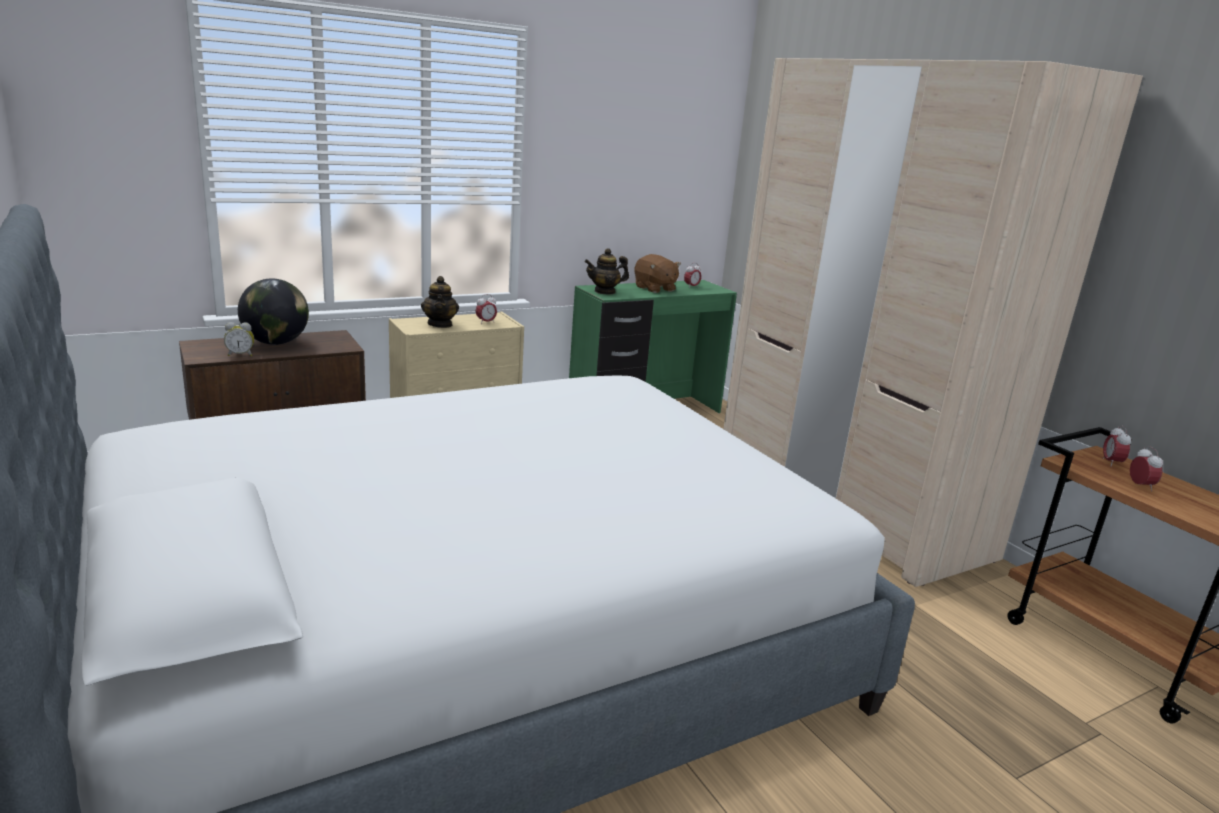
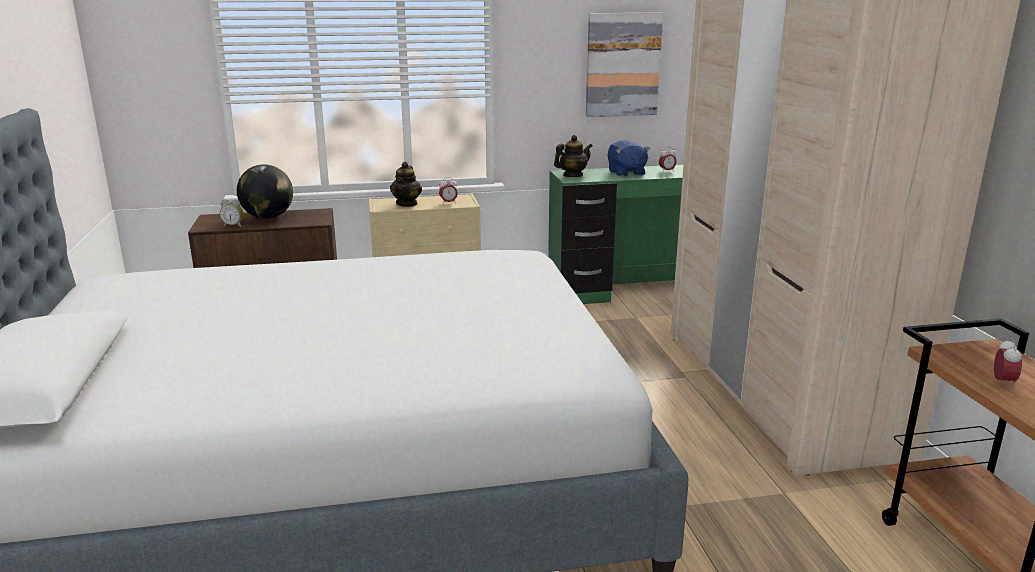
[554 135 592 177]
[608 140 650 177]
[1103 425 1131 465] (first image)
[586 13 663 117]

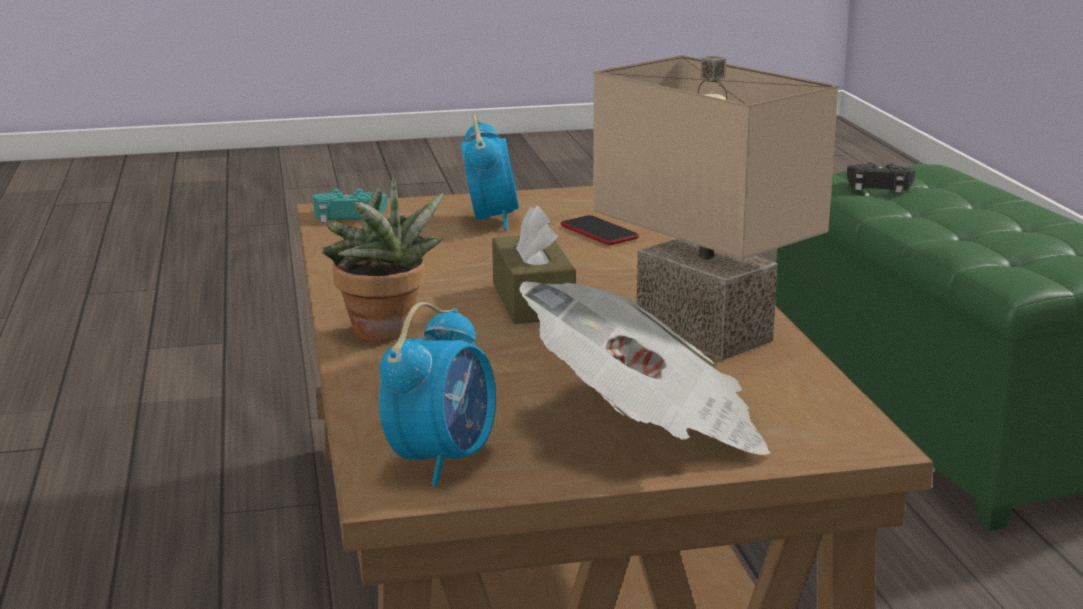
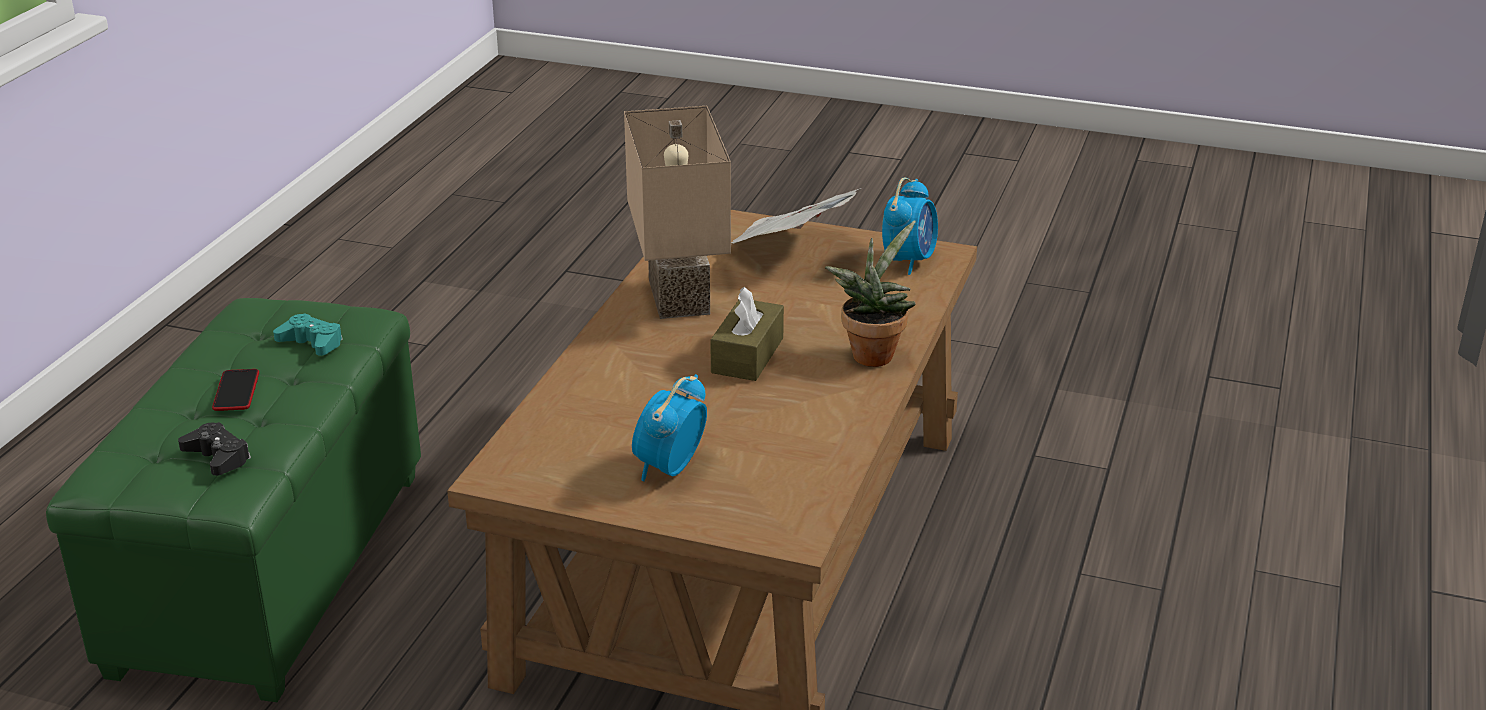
[273 313 343 356]
[882 177 938 275]
[212 369 259 411]

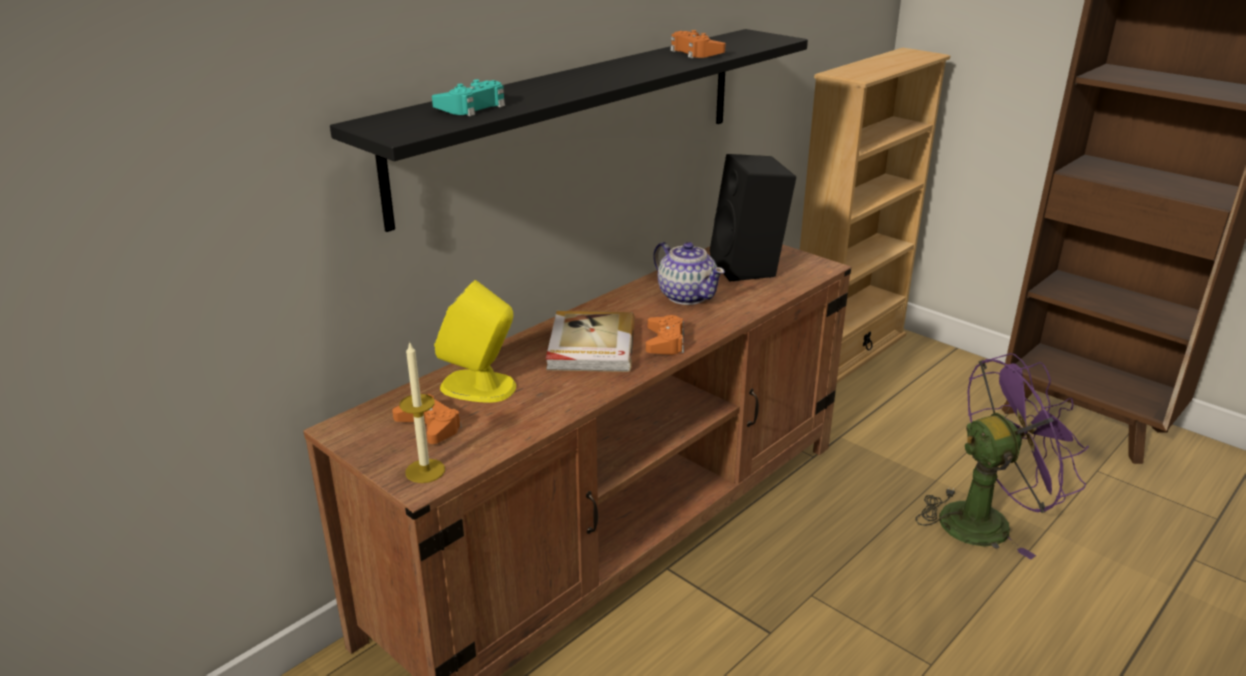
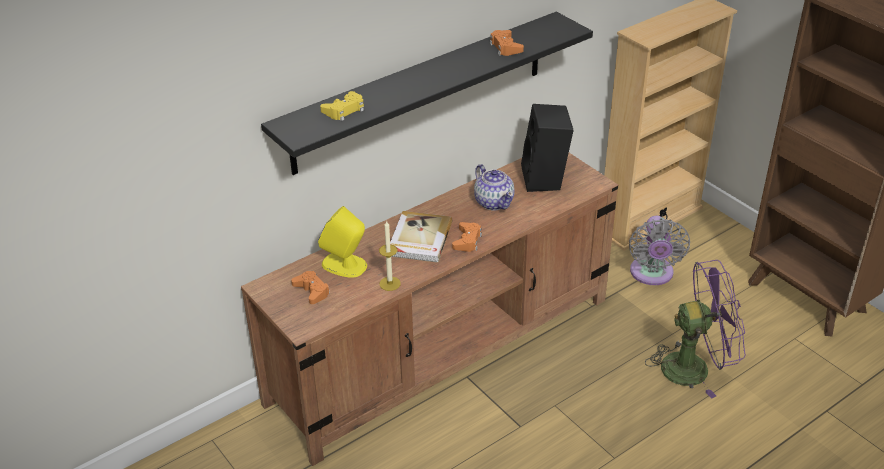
[379 220 401 291]
[320 91 364 121]
[629 216 690 285]

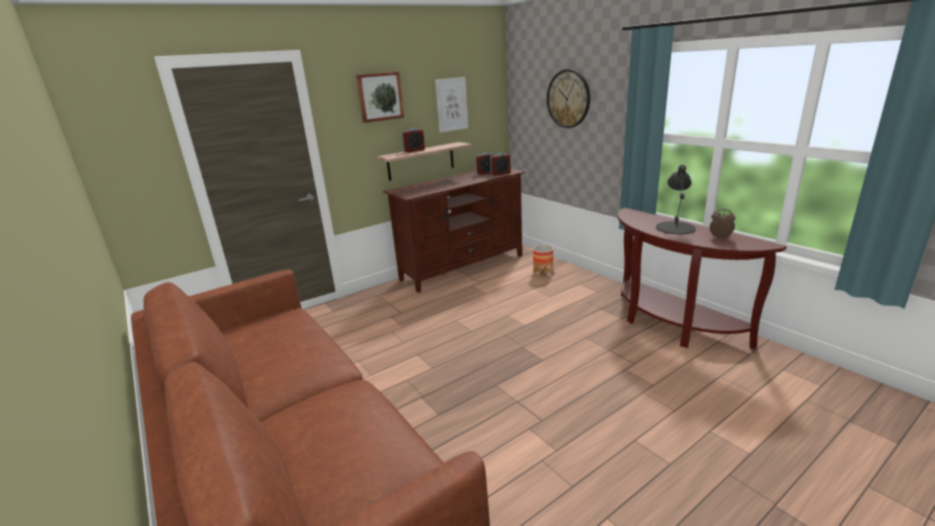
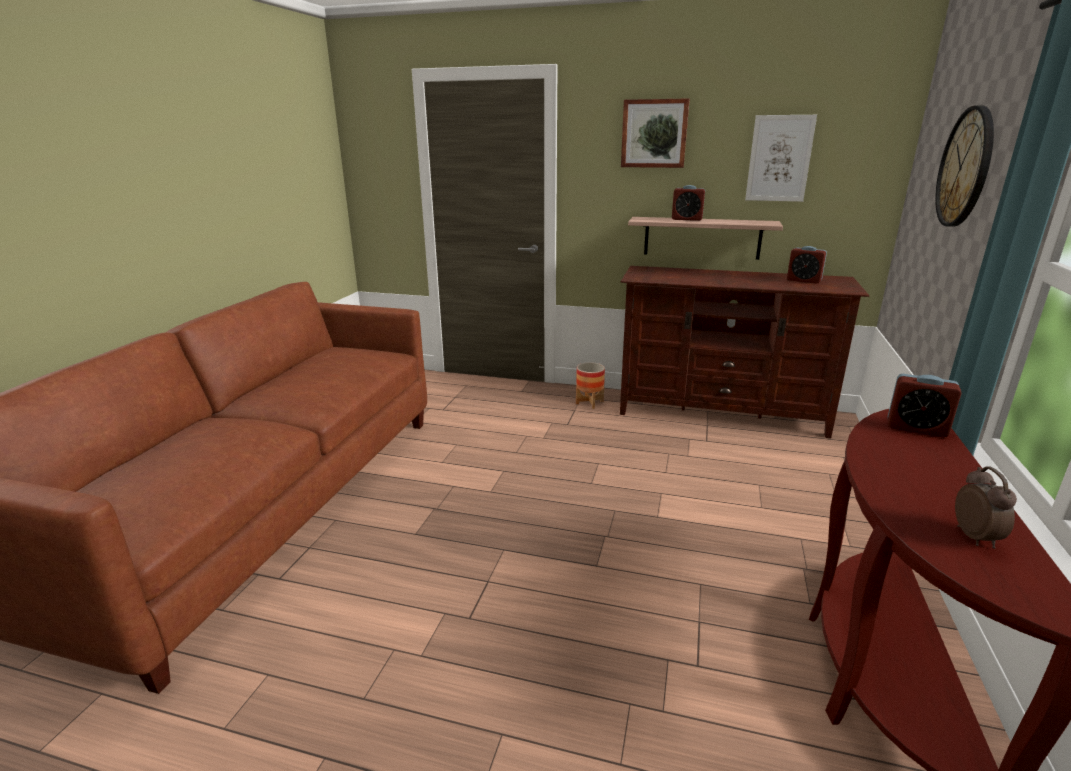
[888 374 962 438]
[576 362 605 409]
[656 165 696 235] (first image)

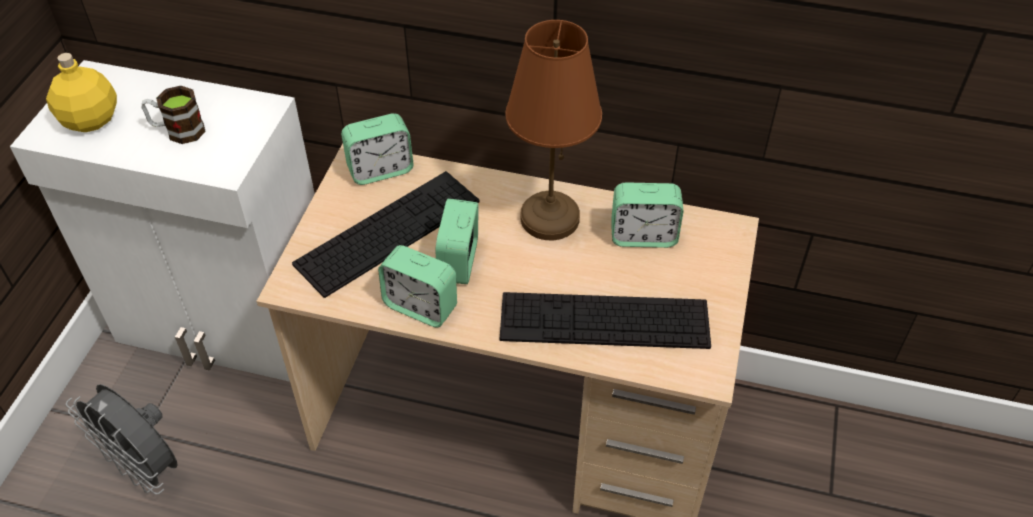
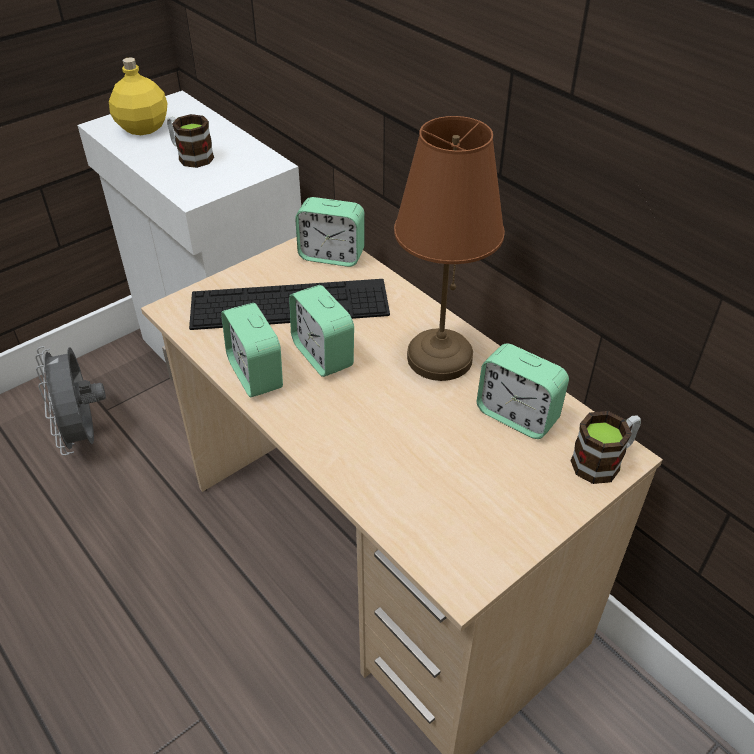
[289 285 354 377]
[500 292 711 349] (first image)
[570 411 641 484]

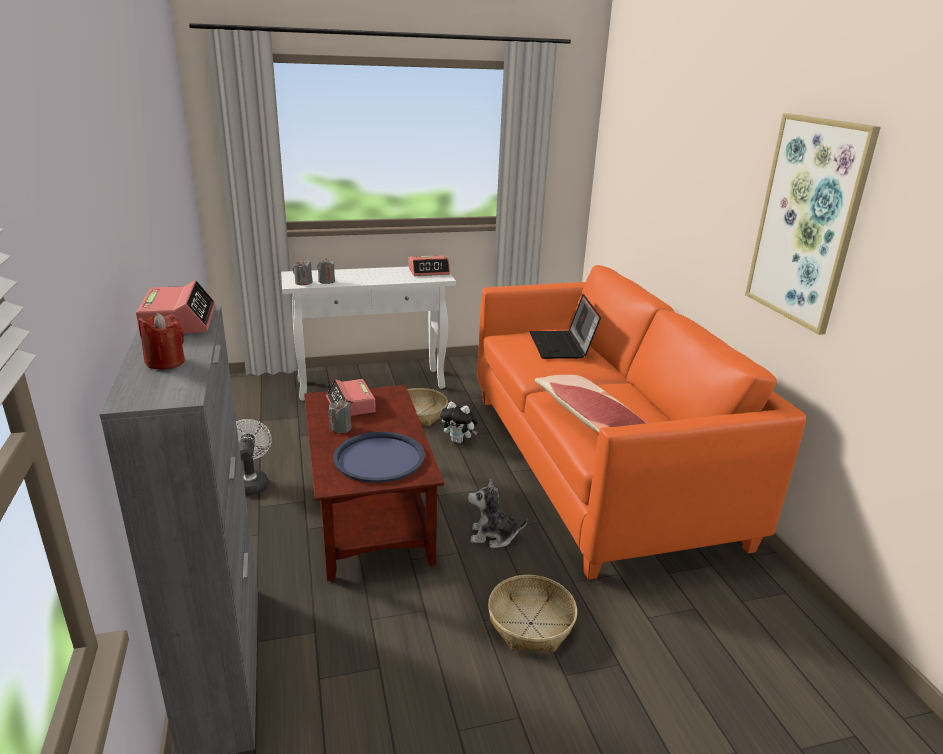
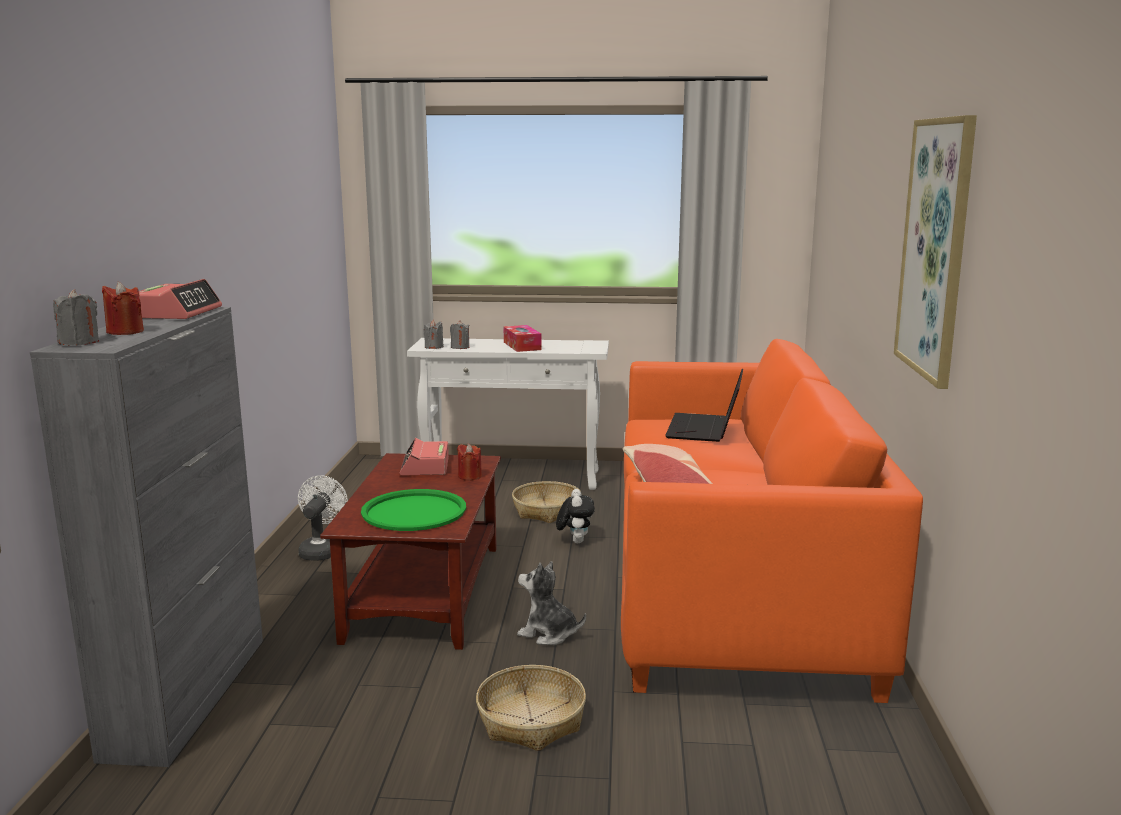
[53 289 99 346]
[361 489 466 531]
[409 255 450 276] (first image)
[556 489 595 543]
[457 444 482 481]
[504 325 541 352]

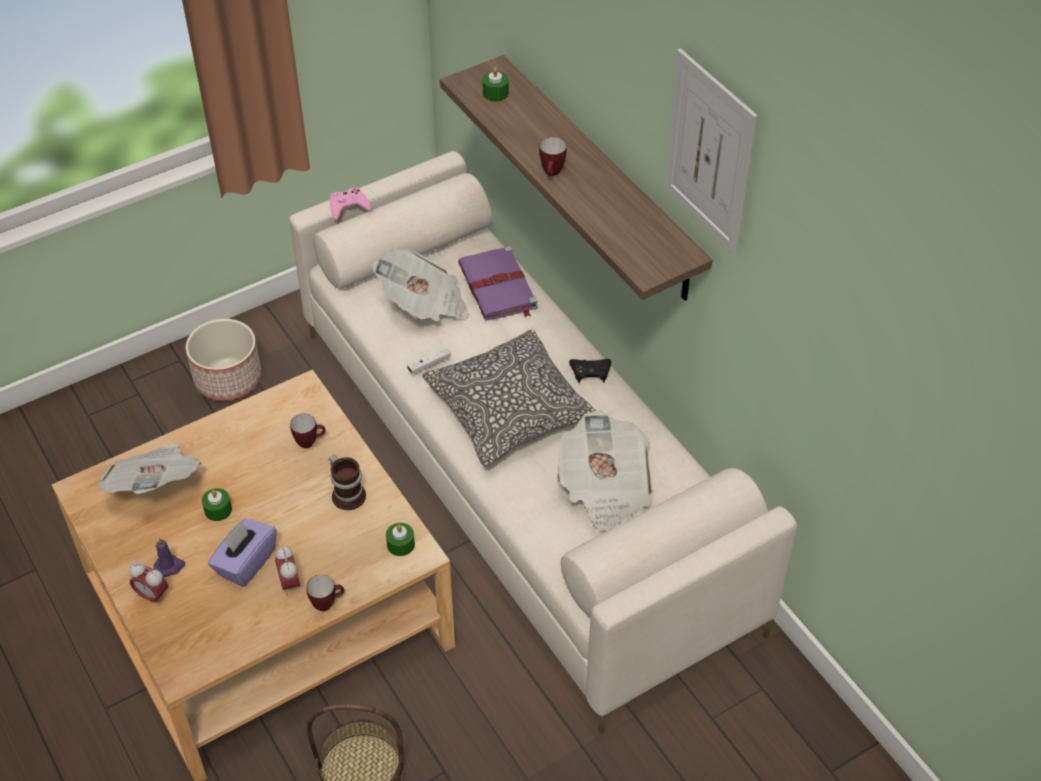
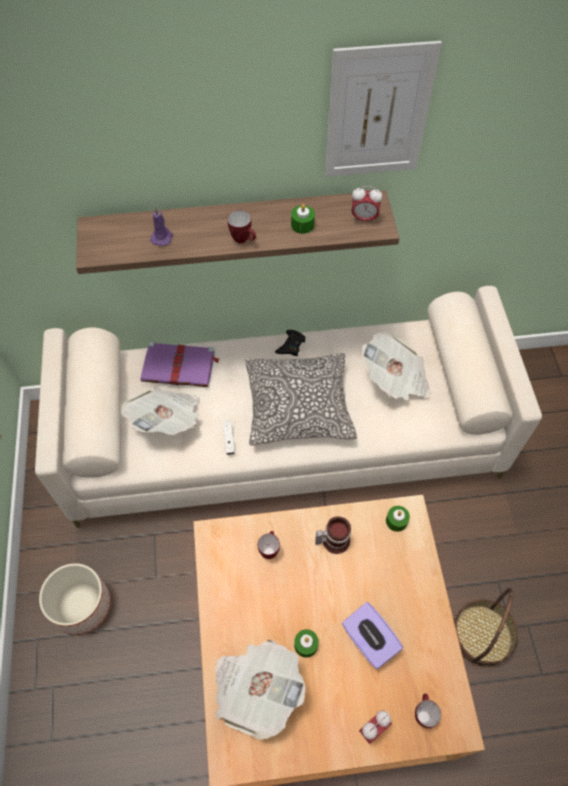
[150 207 173 246]
[351 186 382 223]
[415 694 441 728]
[330 187 371 220] (first image)
[291 204 315 234]

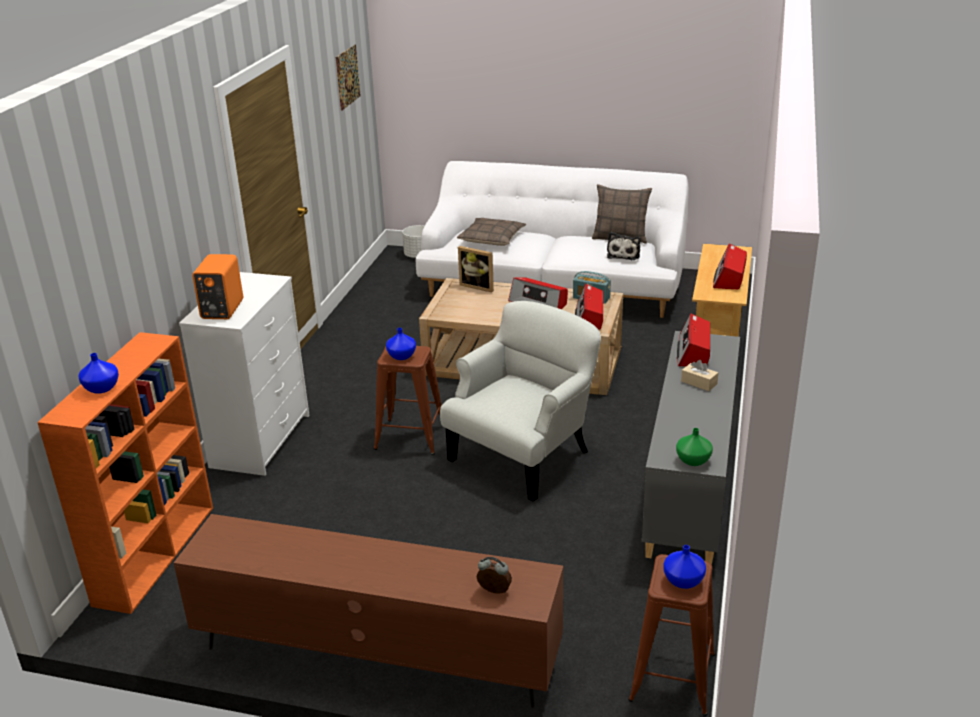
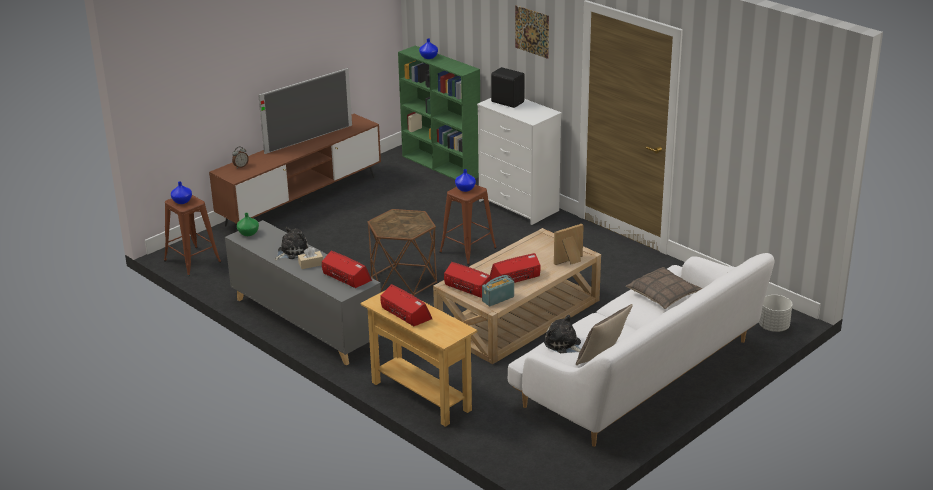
[398 46 480 180]
[491 67 525 108]
[515 5 549 59]
[367 209 437 296]
[258 68 352 154]
[274 227 308 260]

